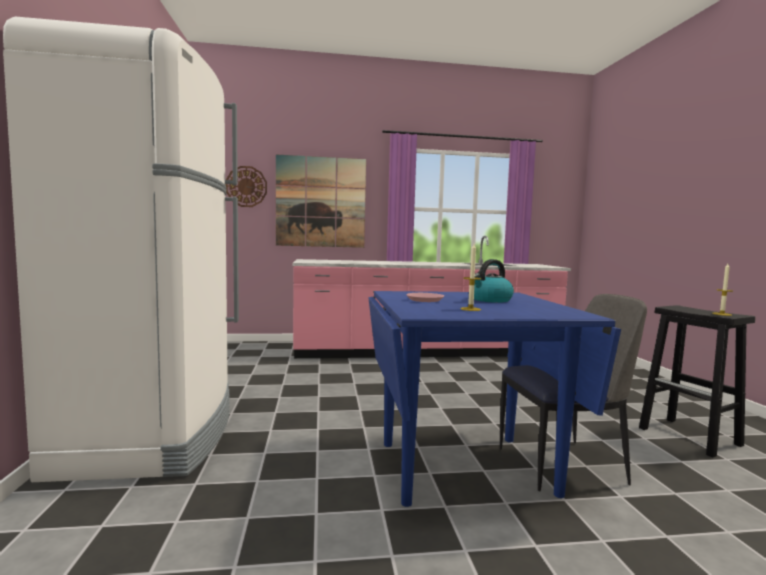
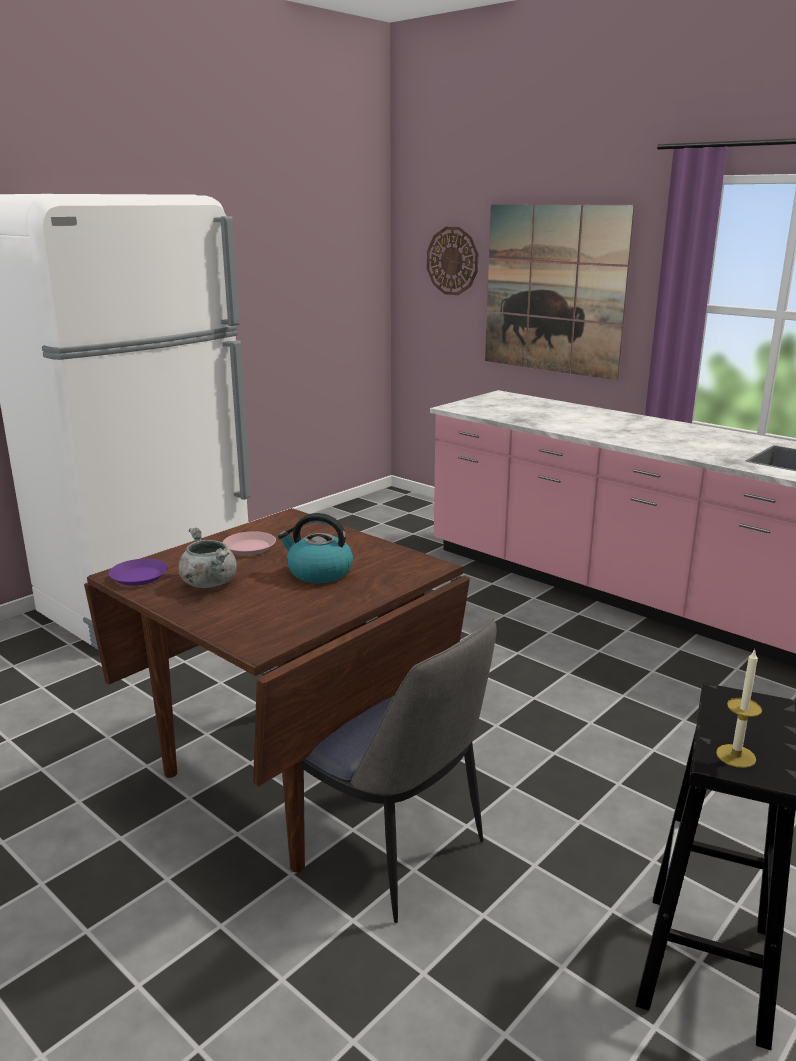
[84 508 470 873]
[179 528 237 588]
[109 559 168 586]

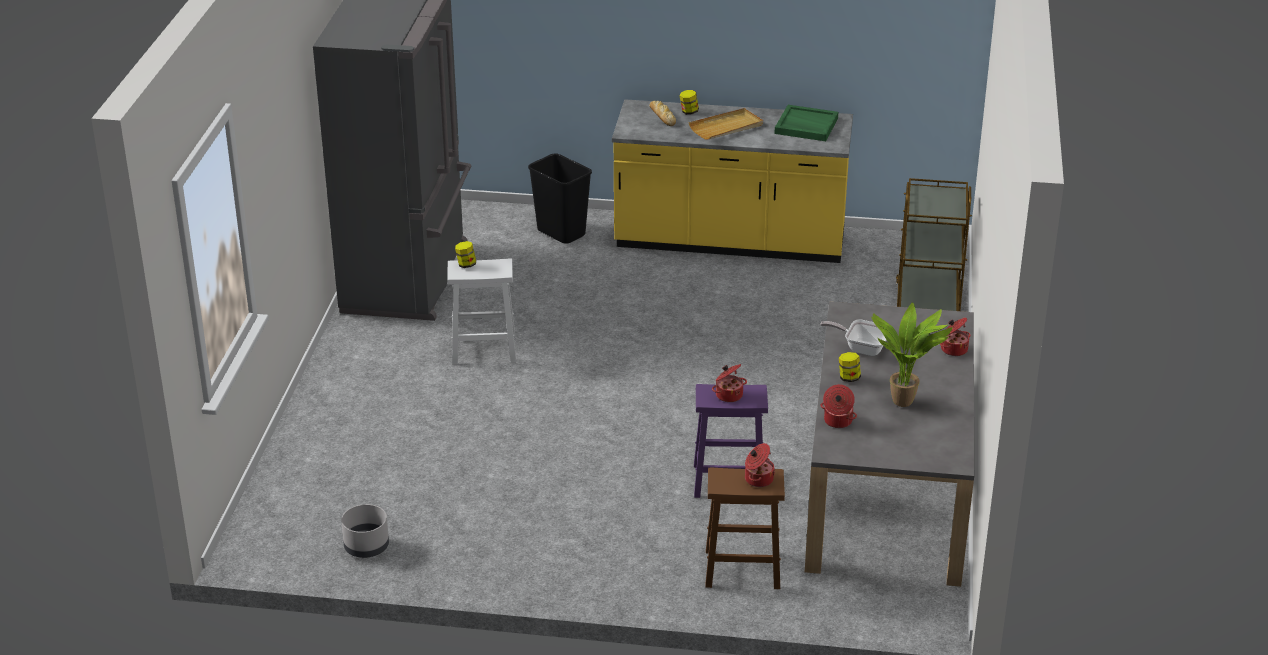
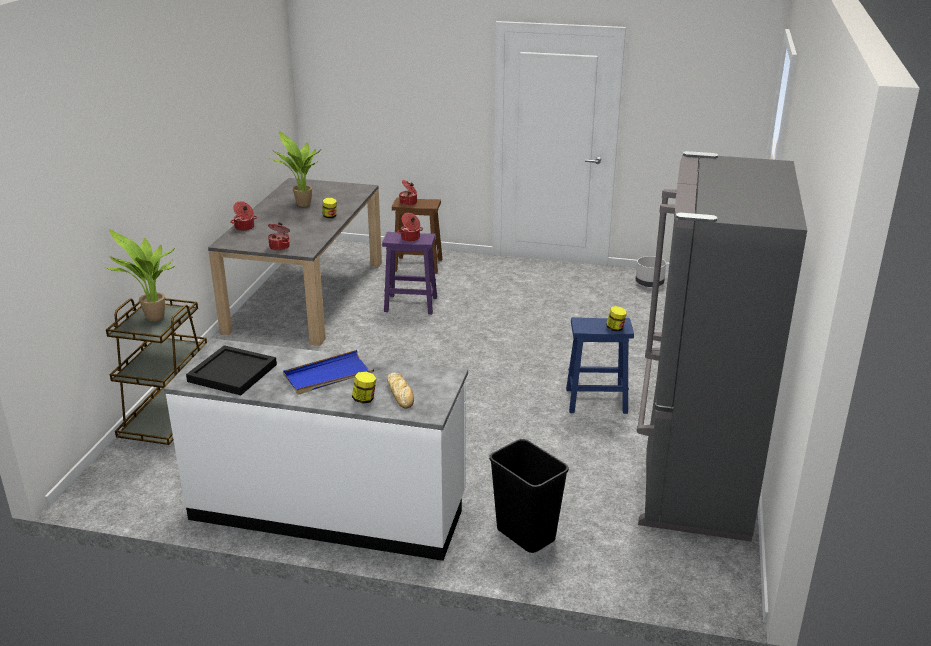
[566 317 634 414]
[164 338 468 561]
[283 350 374 395]
[186 345 277 395]
[820 319 886 356] (first image)
[268 222 290 251]
[105 229 176 321]

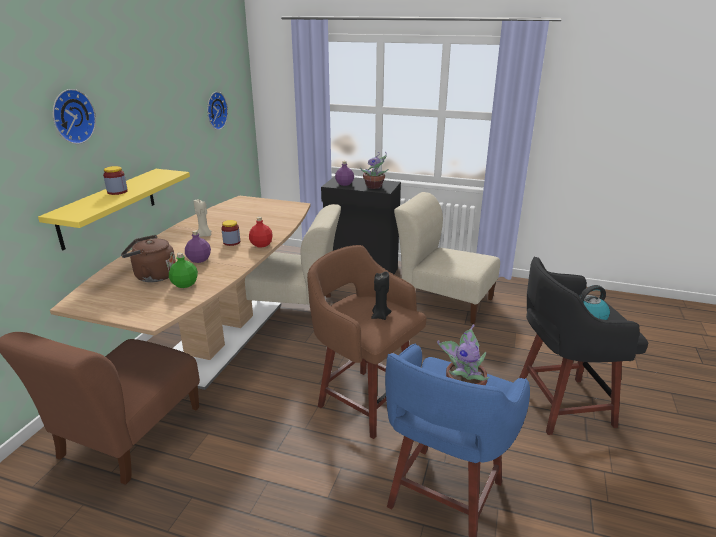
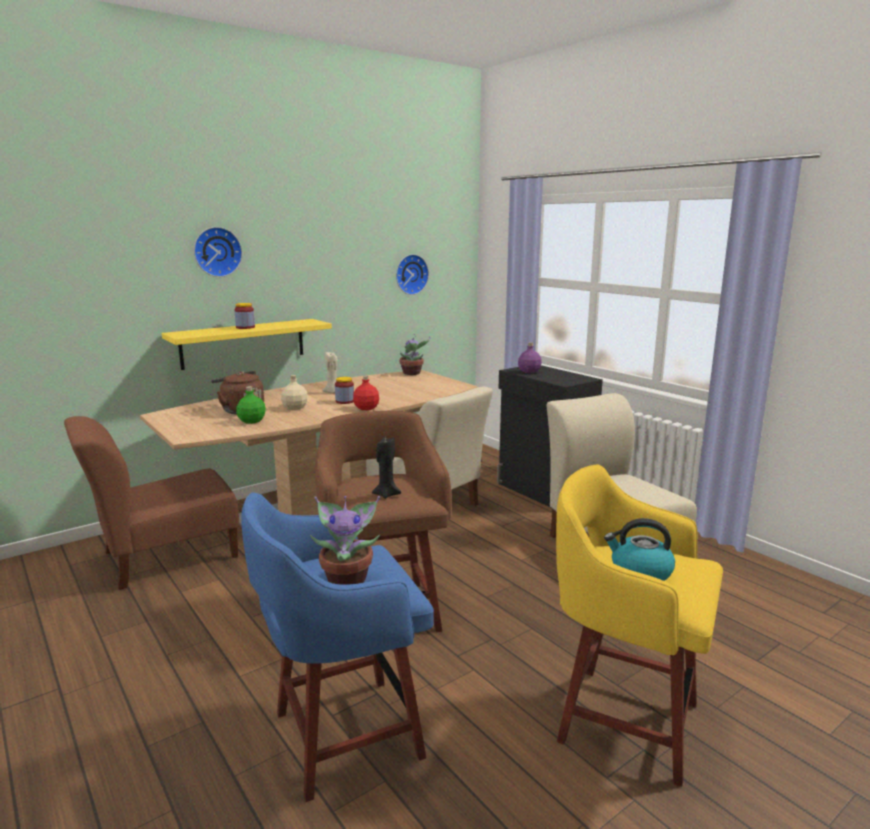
[281 375 308 410]
[400 334 430 375]
[556 465 723 787]

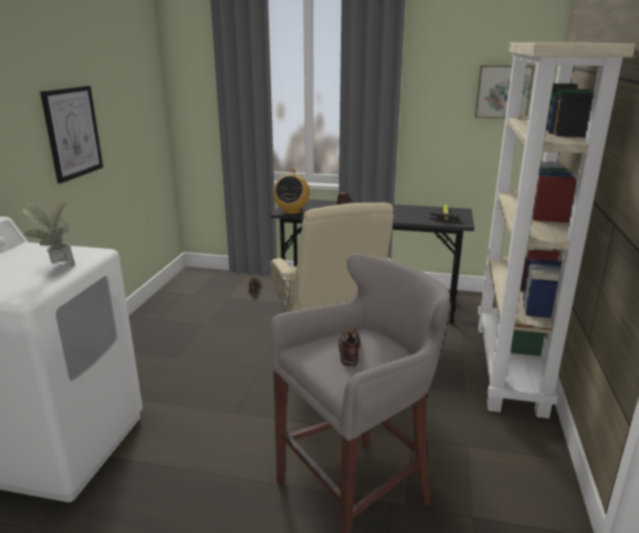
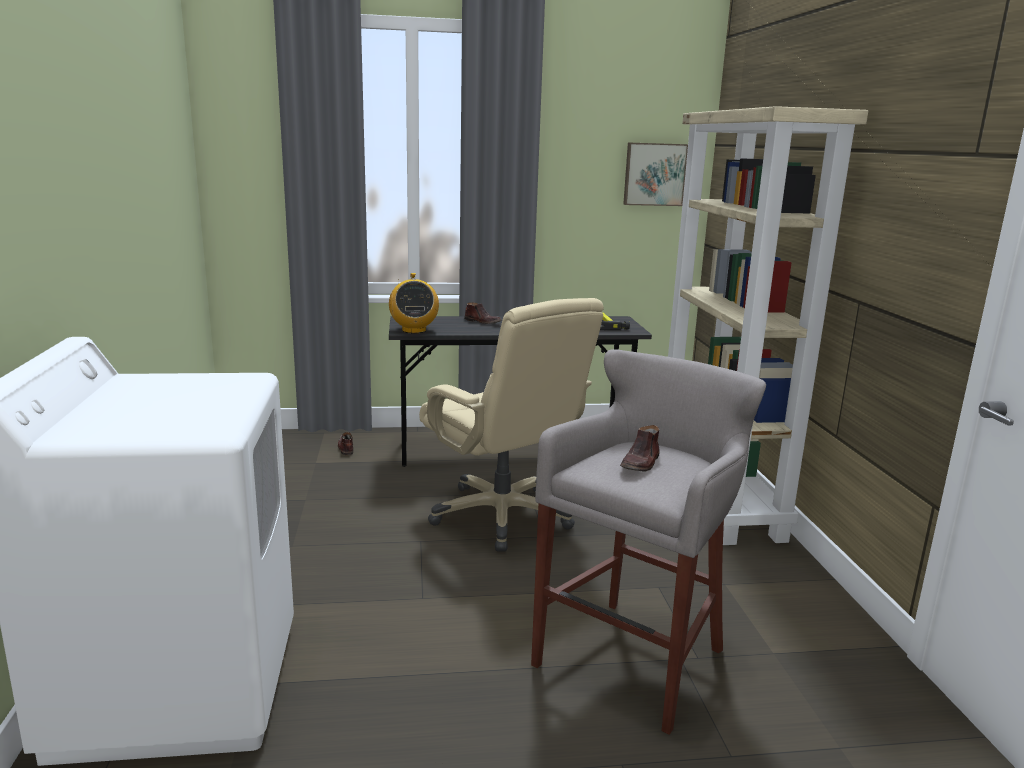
[23 199 75 267] (first image)
[40 85 103 183] (first image)
[620 425 660 471]

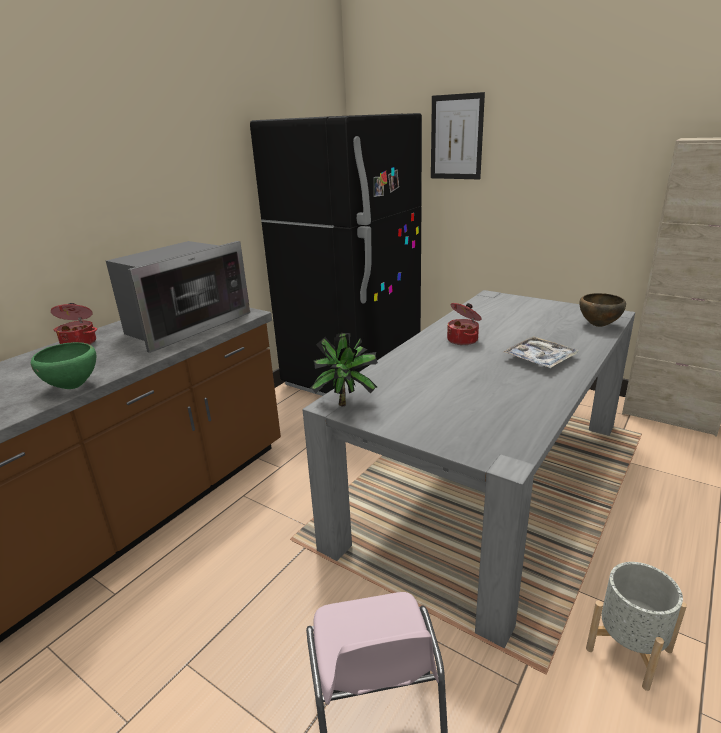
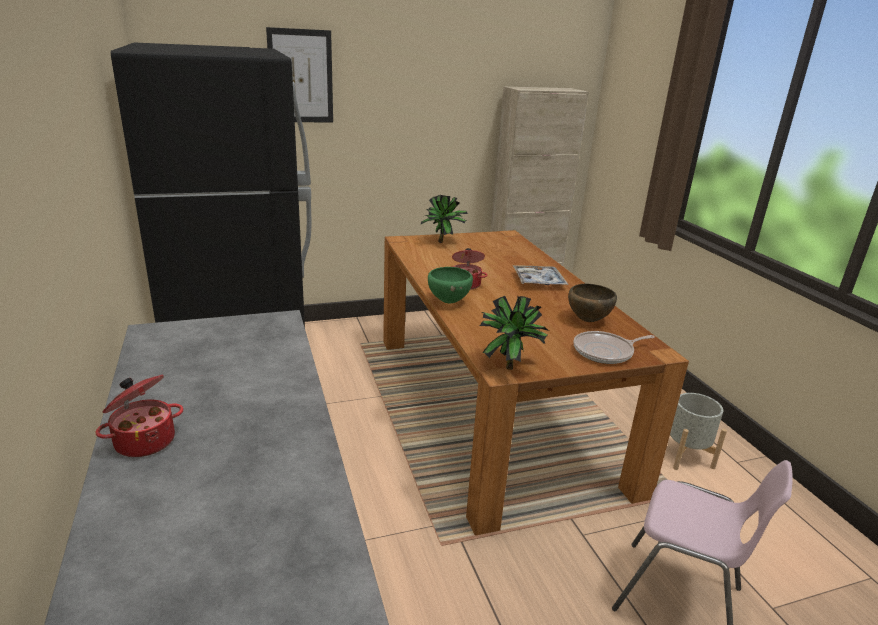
[428 267 473 304]
[106 241 250 353] (first image)
[383 230 689 536]
[568 284 617 322]
[421 195 468 243]
[574 331 654 364]

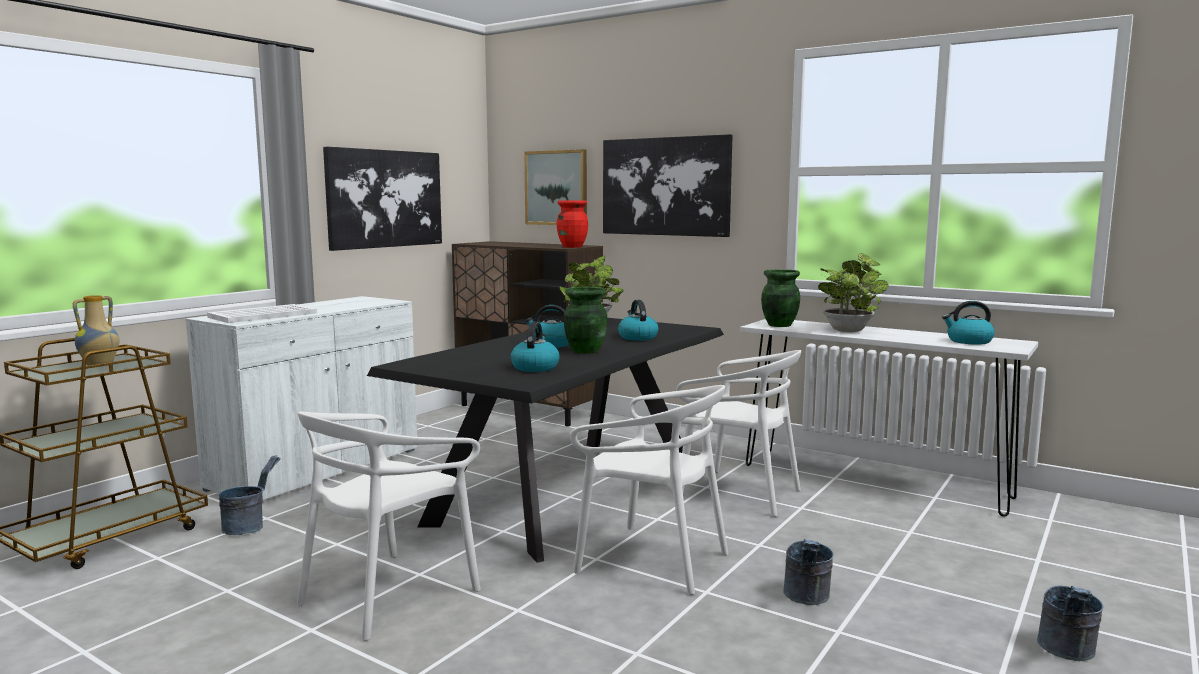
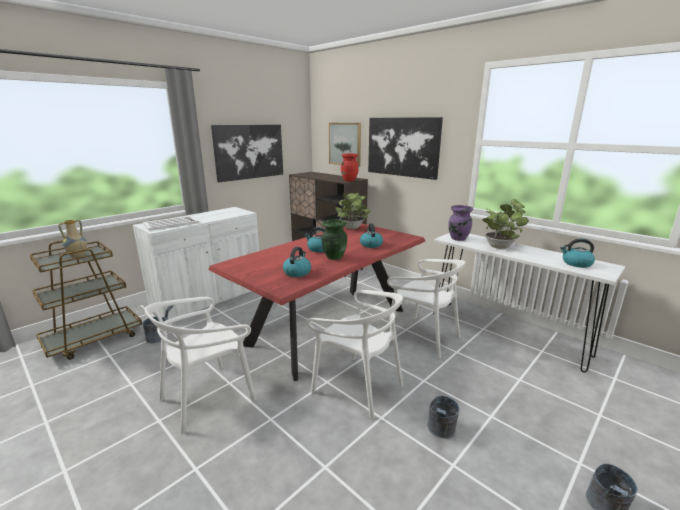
[208 224 425 381]
[449 205 473 241]

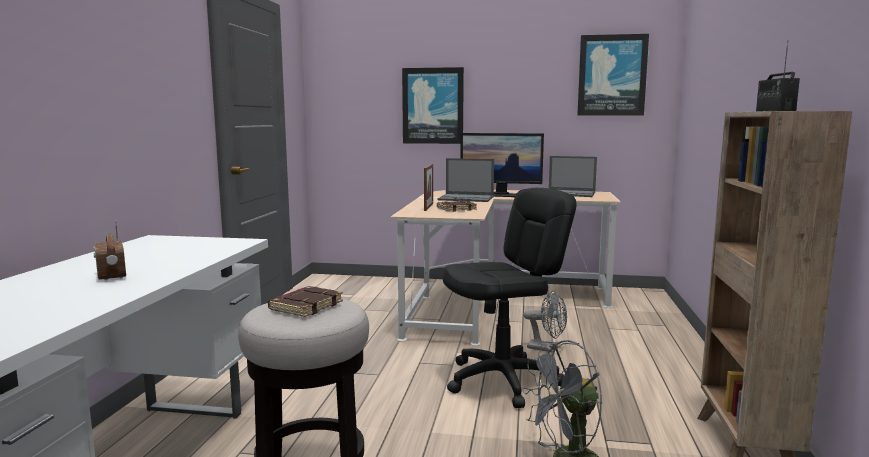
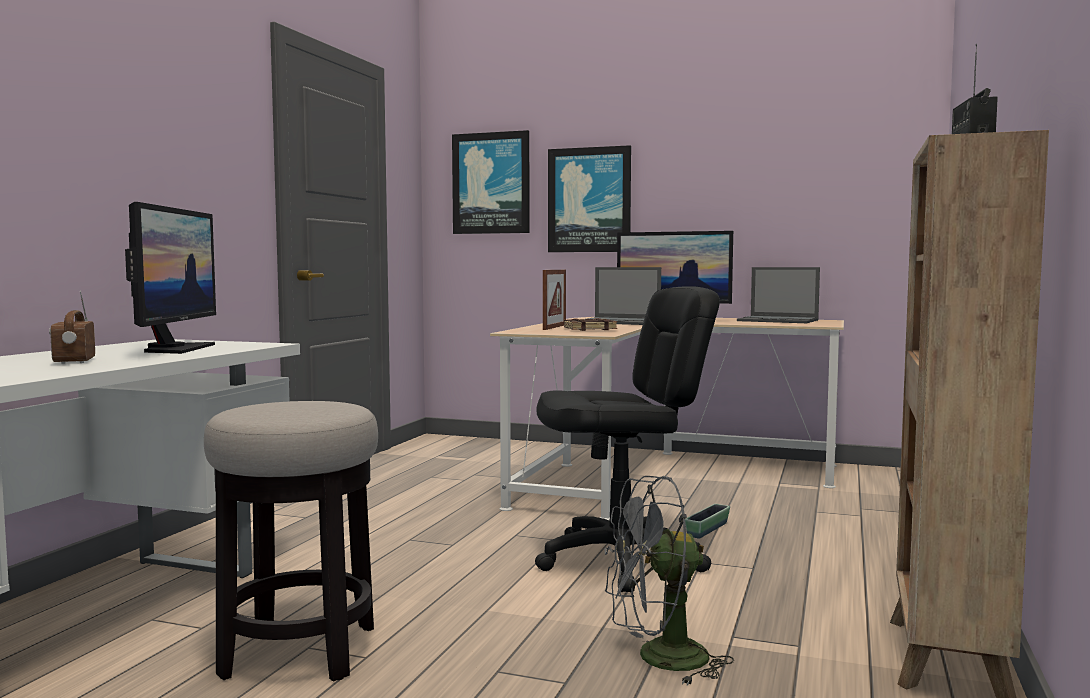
[268 286 343 317] (first image)
[685 504 730 539]
[452 130 529 234]
[125 202 216 354]

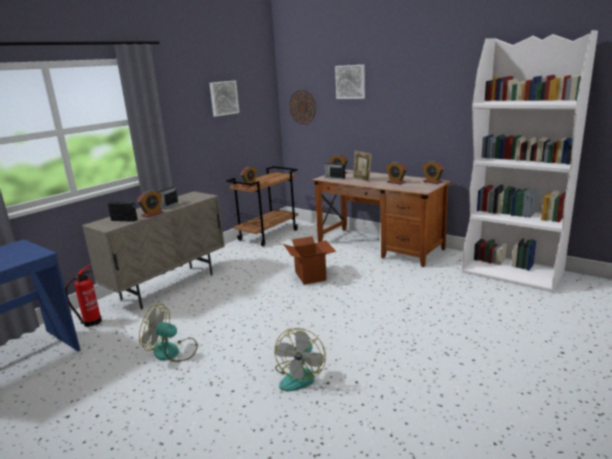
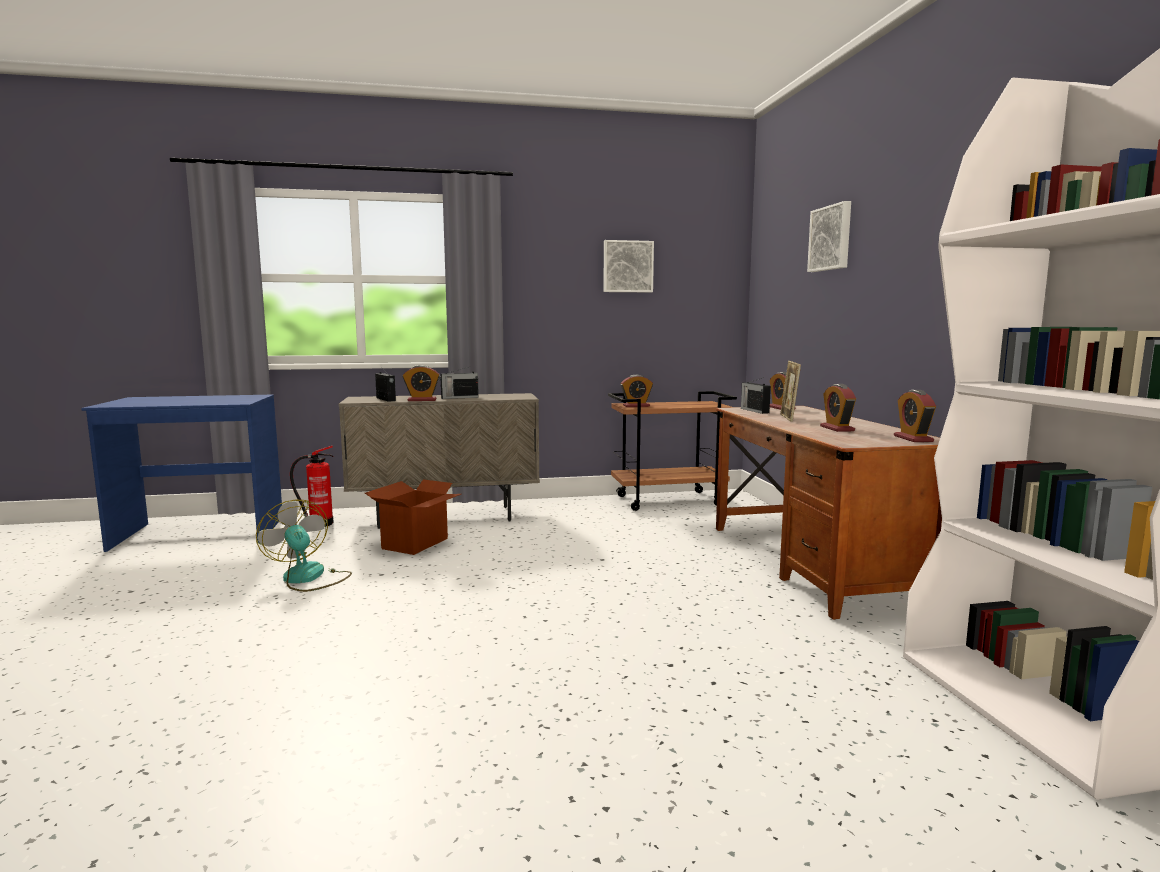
[275 328 326 391] (first image)
[365 479 461 555]
[289 90 316 124] (first image)

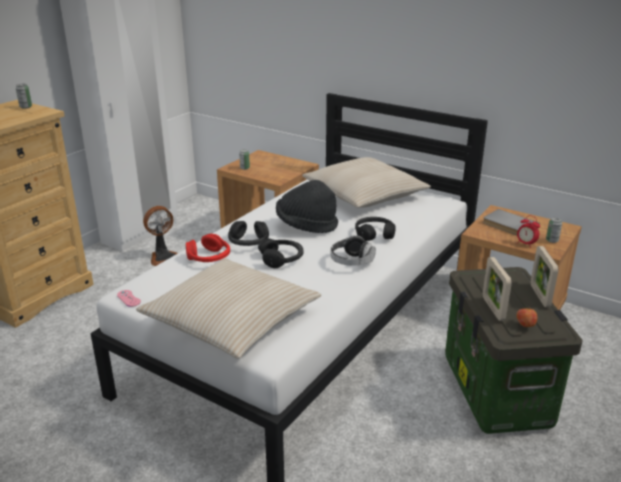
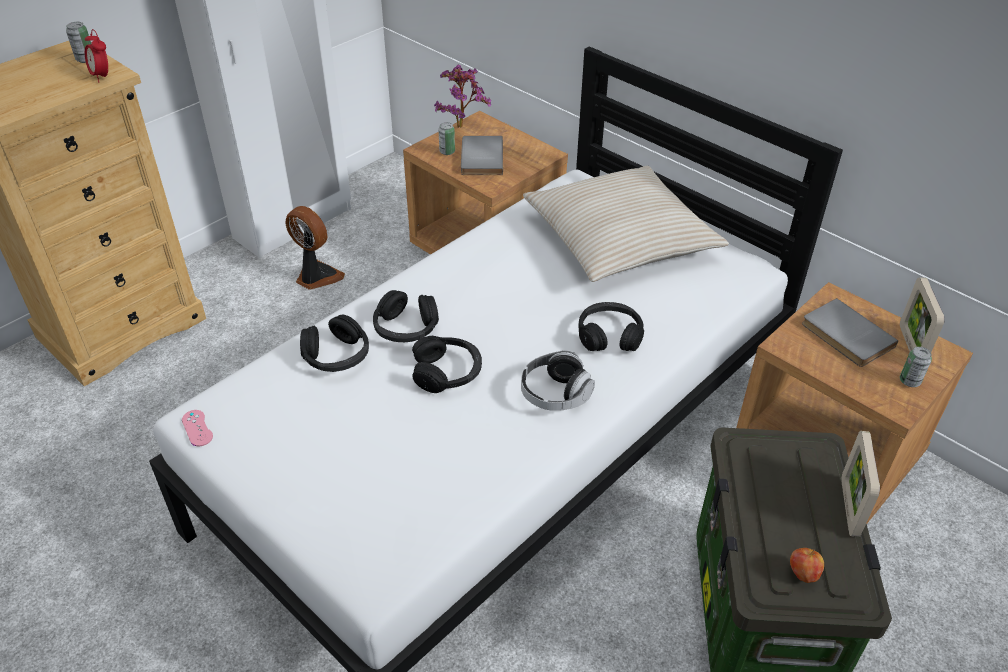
[136 259 321 359] (first image)
[285 206 345 290]
[300 315 369 372]
[276 180 338 233] (first image)
[900 277 945 352]
[85 29 108 83]
[434 65 491 128]
[461 136 503 175]

